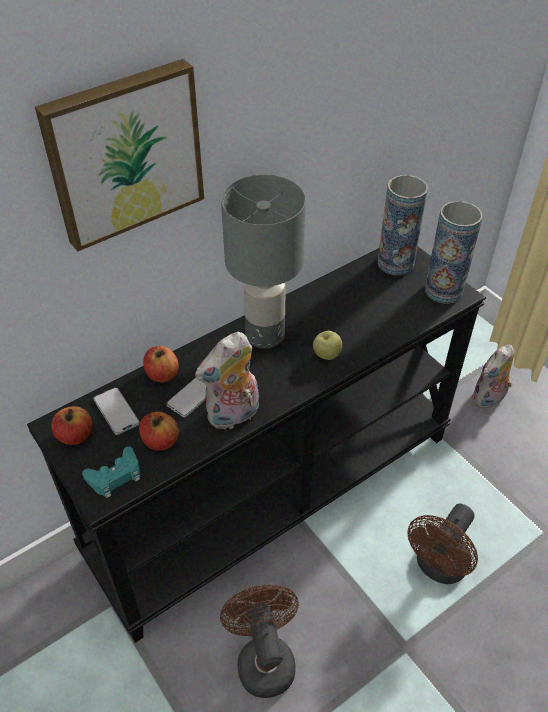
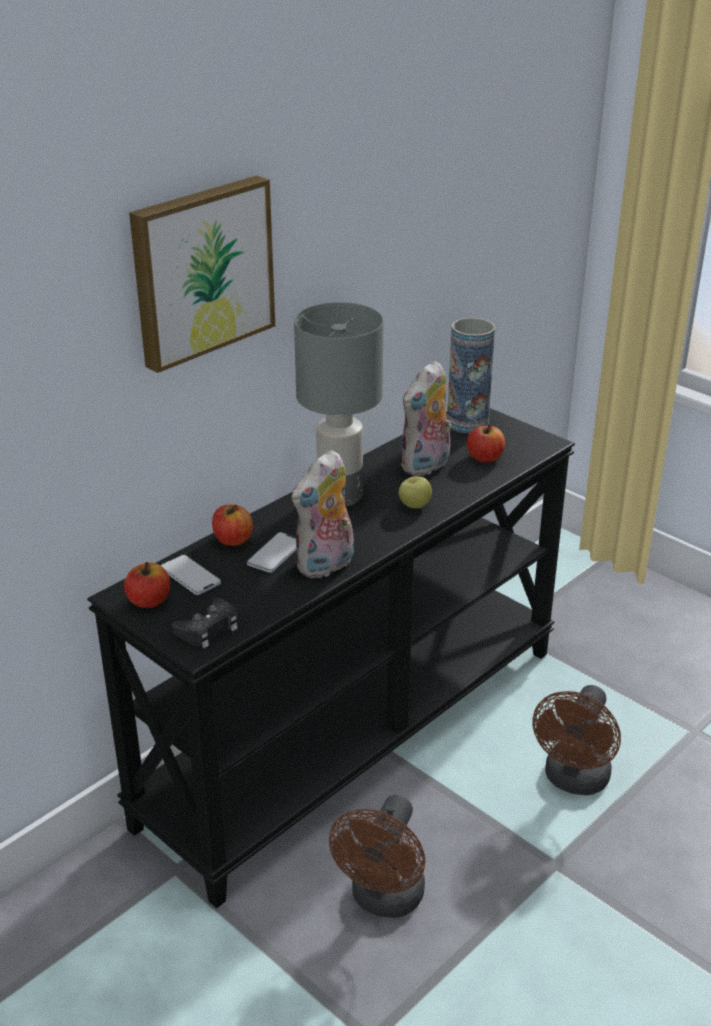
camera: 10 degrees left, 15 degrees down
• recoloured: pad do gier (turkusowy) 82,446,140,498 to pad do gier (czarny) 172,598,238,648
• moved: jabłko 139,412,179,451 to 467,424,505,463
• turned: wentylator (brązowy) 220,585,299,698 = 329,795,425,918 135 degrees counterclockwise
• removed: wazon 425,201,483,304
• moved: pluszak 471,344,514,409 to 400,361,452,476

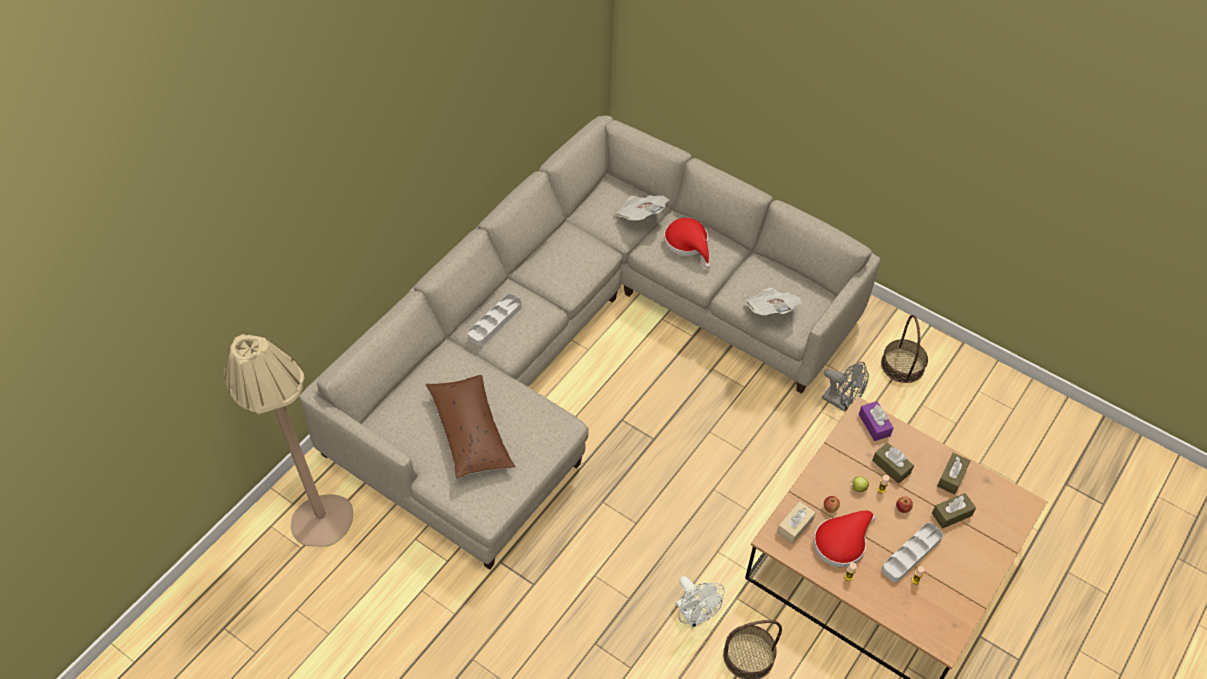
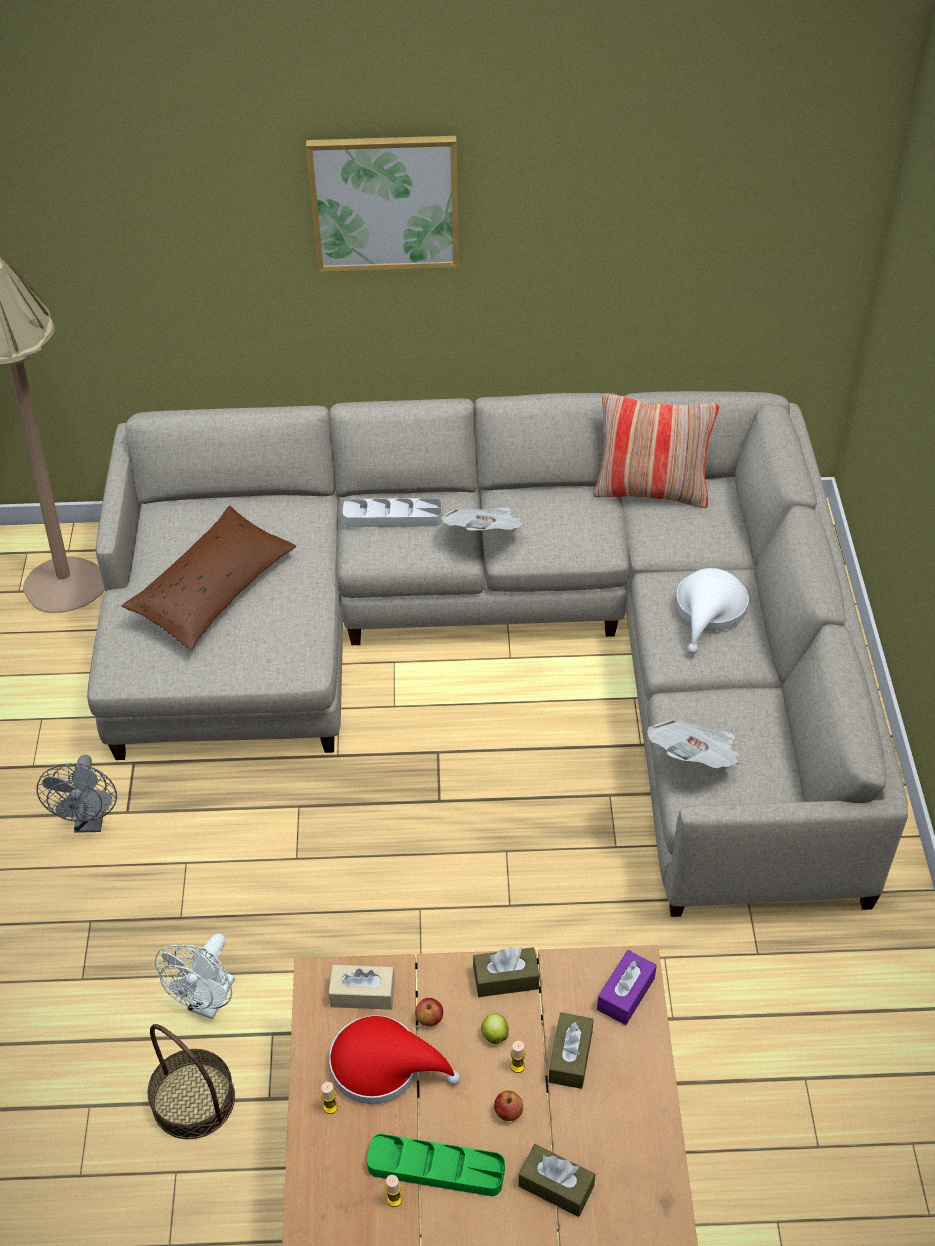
camera: 55 degrees right, 5 degrees down
• moved: gazeta 615,195,669,221 to 441,507,525,531
• recoloured: kapelusz (czerwony) 664,218,711,269 to kapelusz (biały) 676,568,749,654
• moved: wentylator (szary) 822,362,869,412 to 36,755,117,833
• removed: koszyk 881,315,928,383
• recoloured: taca (szary) 881,523,943,582 to taca (zielony) 367,1134,505,1196
• moved: pudełko chusteczek (brązowy) 937,453,970,495 to 473,947,540,997
• added: obraz 306,136,459,272
• added: poduszka 593,394,719,508

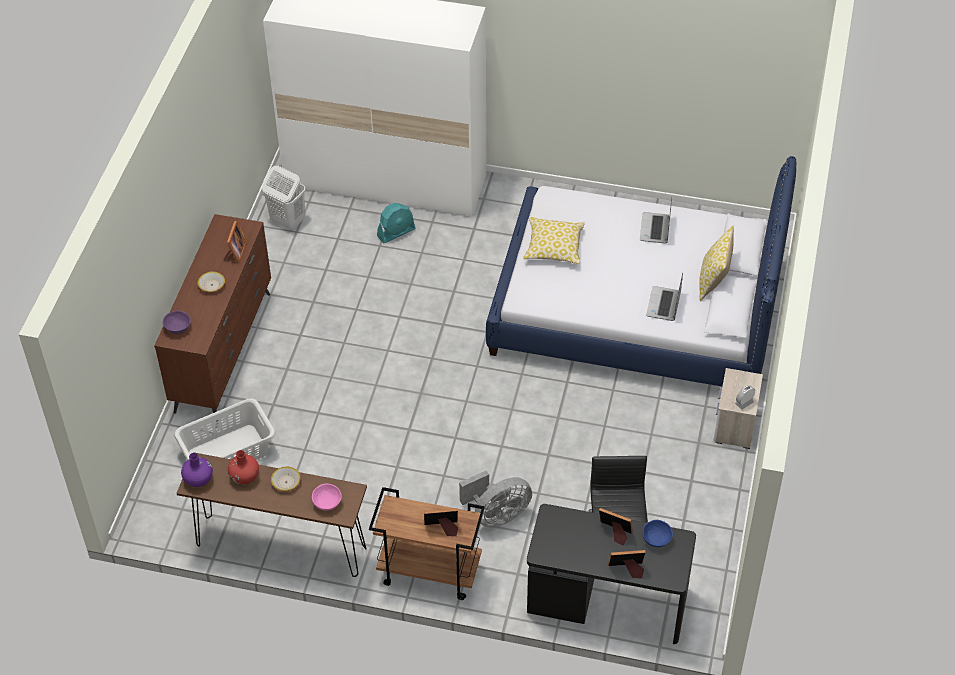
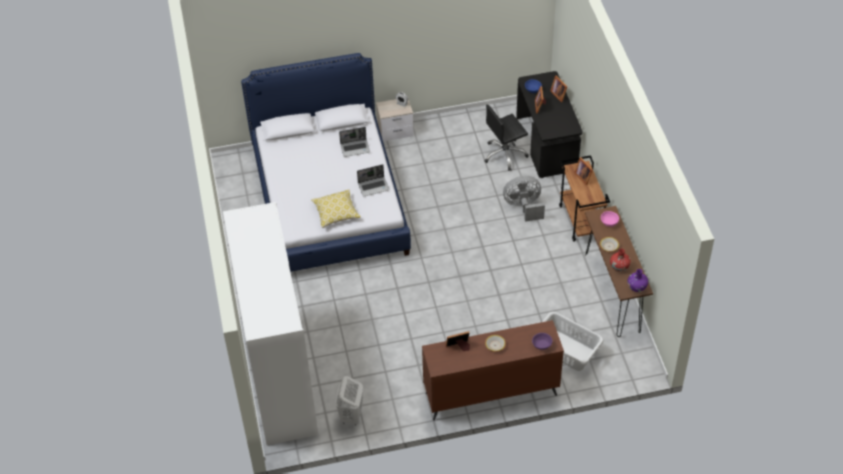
camera: 115 degrees left, 0 degrees up
• removed: wentylator (turkusowy) 377,203,415,243
• turned: wentylator (szary) 459,470,532,527 = 503,176,545,222 45 degrees counterclockwise
• moved: laptop 640,197,672,244 to 357,164,389,196
• removed: poduszka 699,226,734,301

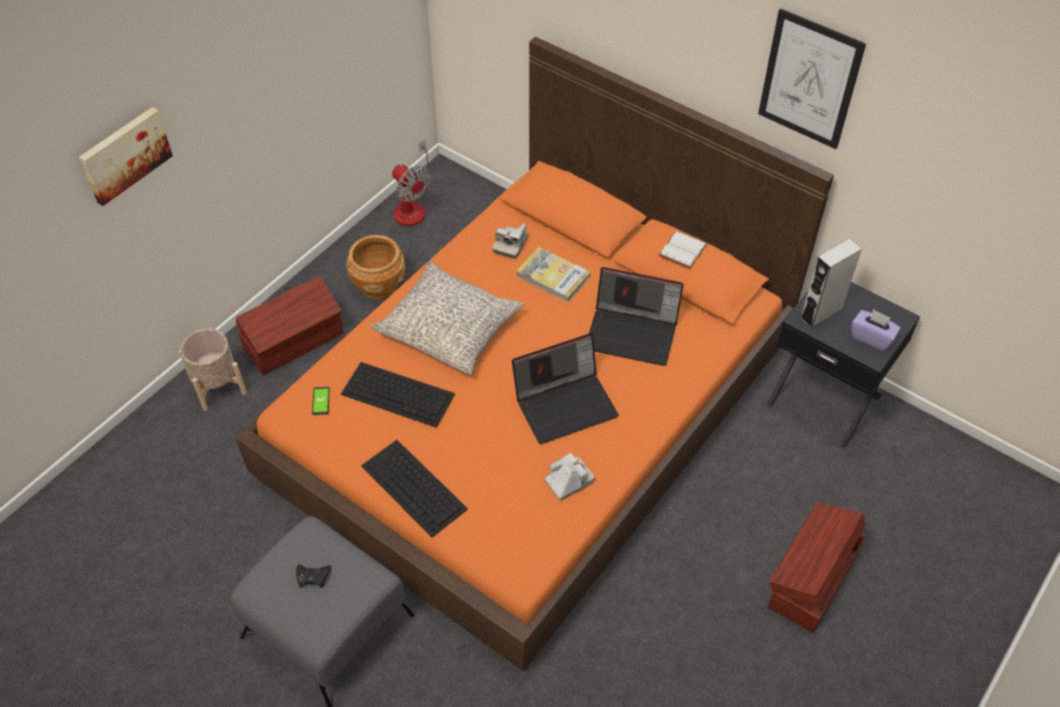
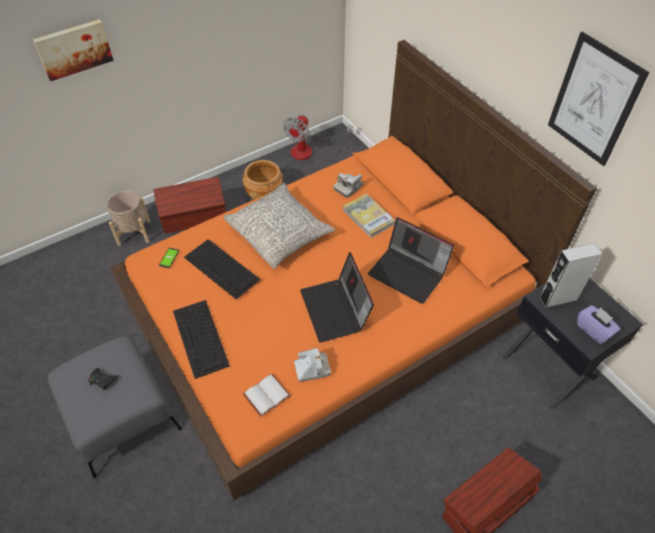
camera: 20 degrees right, 0 degrees up
• turned: wentylator 392,140,433,226 = 283,115,353,160 45 degrees clockwise
• turned: laptop 512,333,619,444 = 300,252,374,343 75 degrees clockwise
• moved: książka (biały) 659,230,708,269 to 243,374,291,417

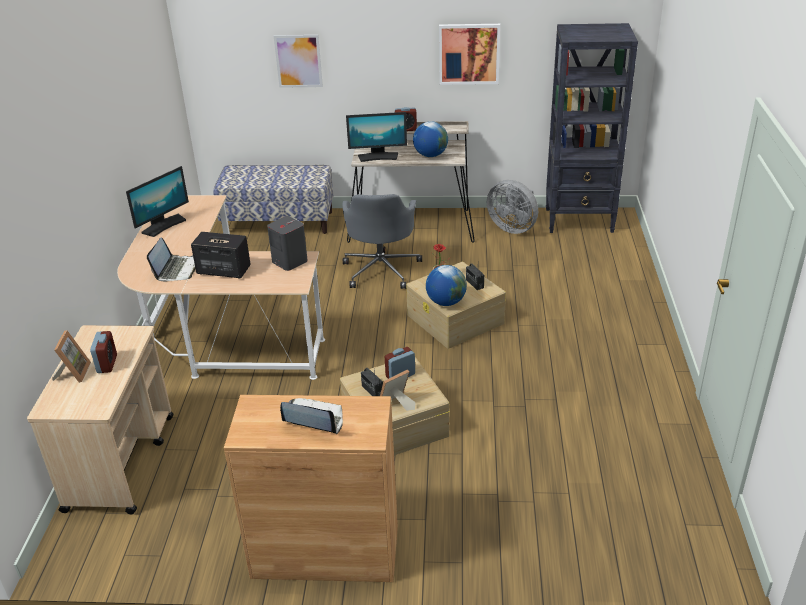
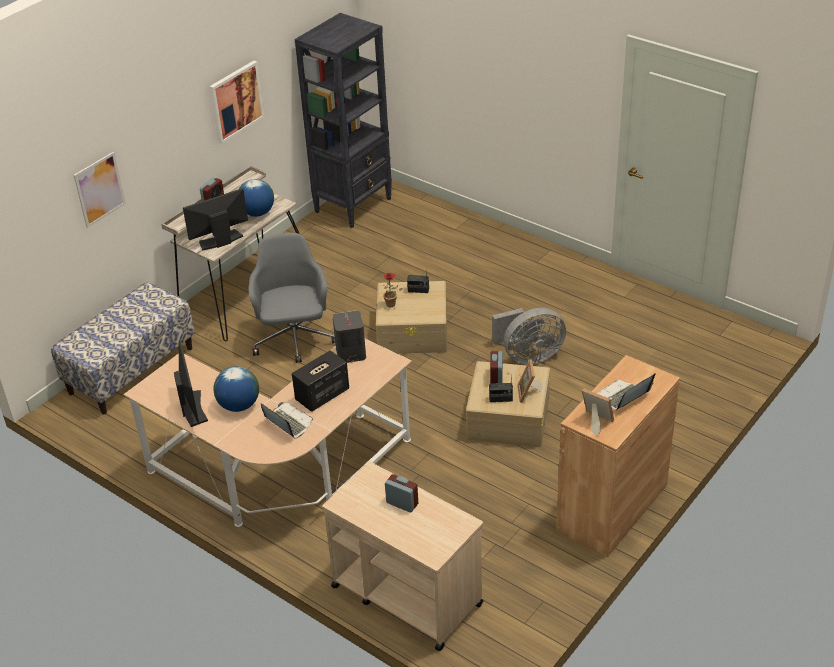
camera: 55 degrees left, 5 degrees up
• moved: ramka na zdjęcie 52,330,91,383 to 582,388,614,437
• turned: krzesło biurowe (szary) 342,194,422,289 = 249,233,335,363 135 degrees counterclockwise
• turned: monitor 346,112,407,162 = 183,188,248,251 150 degrees counterclockwise
• moved: globus 426,265,467,306 to 214,366,259,412
• moved: wentylator (szary) 487,180,538,234 to 492,308,566,365

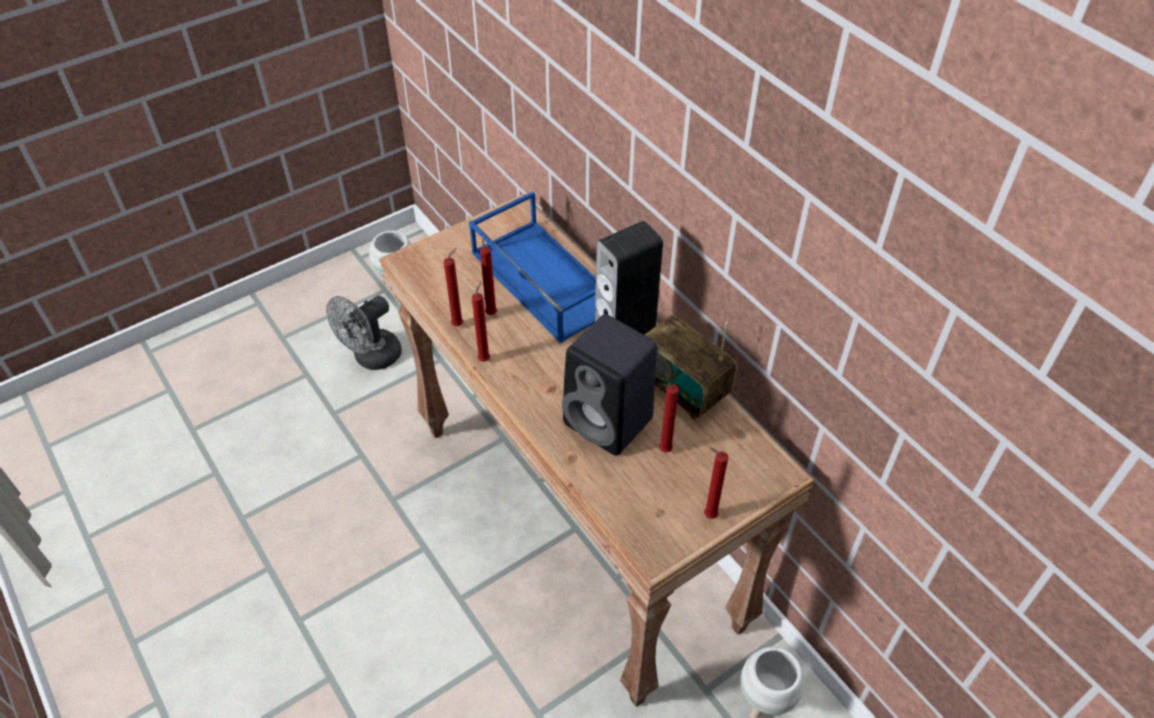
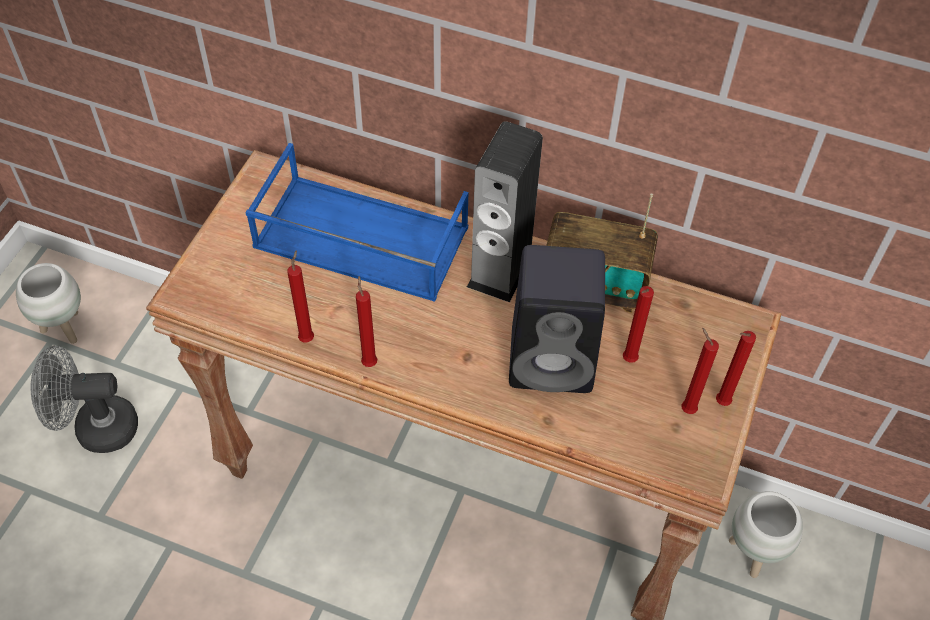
camera: 35 degrees left, 5 degrees up
• turned: wentylator (szary) 326,296,402,370 = 31,346,138,453 75 degrees clockwise
• moved: świeca (czerwony) 480,235,497,315 to 682,328,719,414

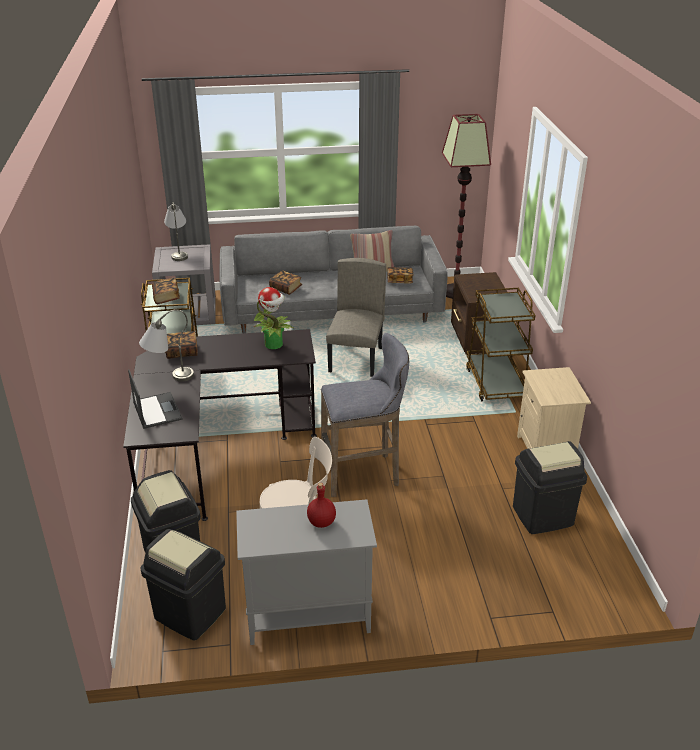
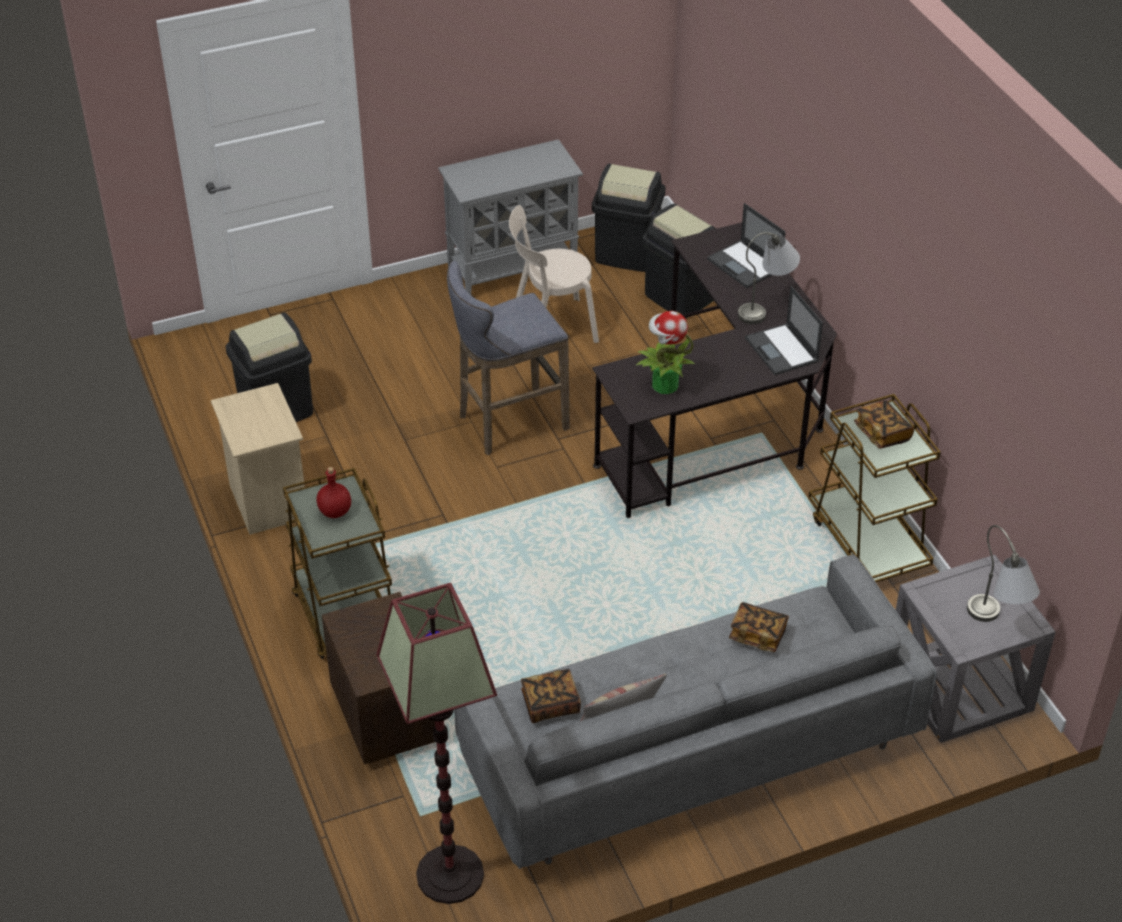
camera: 165 degrees right, 10 degrees up
• replaced: książka 165,331,198,359 to laptop 745,286,823,375
• moved: butelka (czerwony) 307,483,336,528 to 316,467,351,518
• removed: krzesło (beżowy) 326,258,386,377

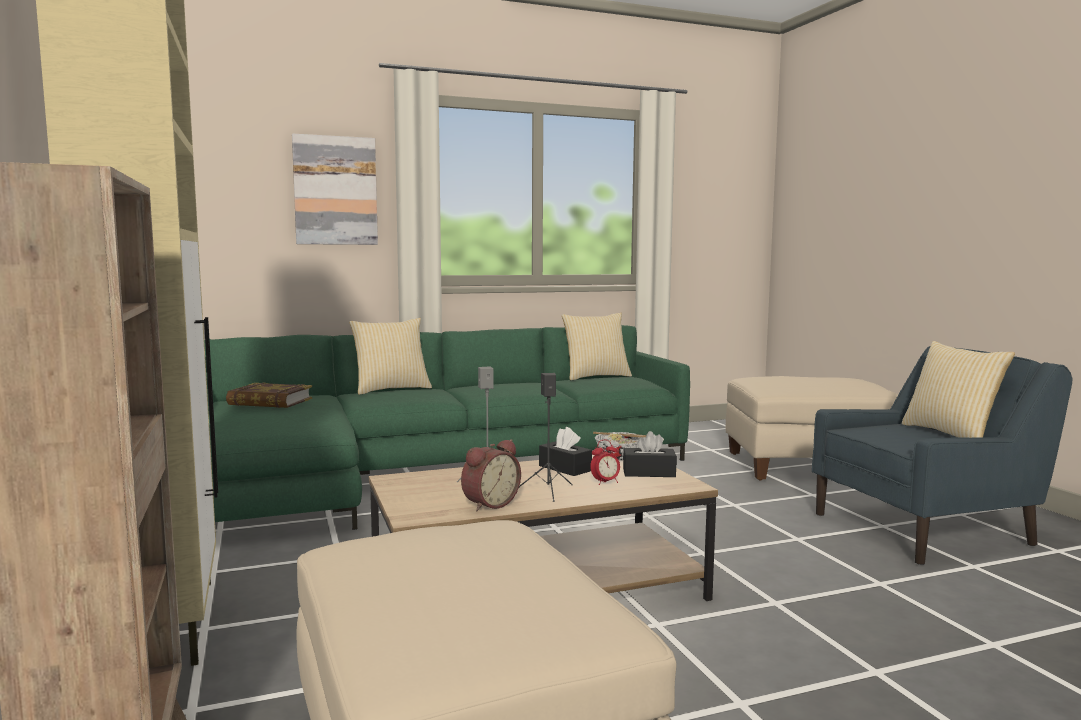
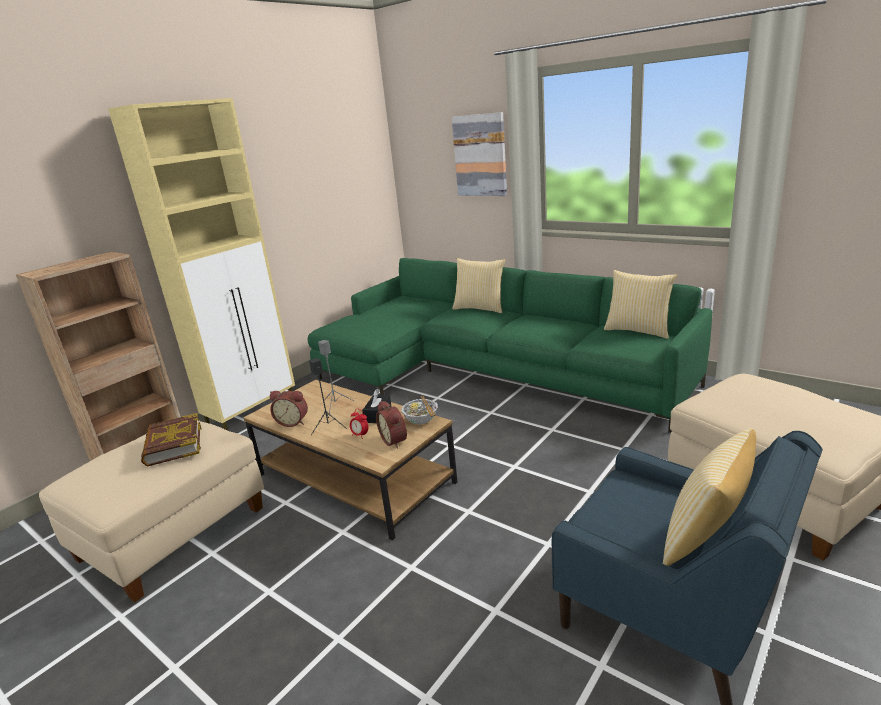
camera: 60 degrees right, 15 degrees up
• moved: książka 226,383,312,408 to 141,413,201,467
• replaced: pudełko chusteczek (czarny) 623,431,677,477 to budzik 376,401,407,449

